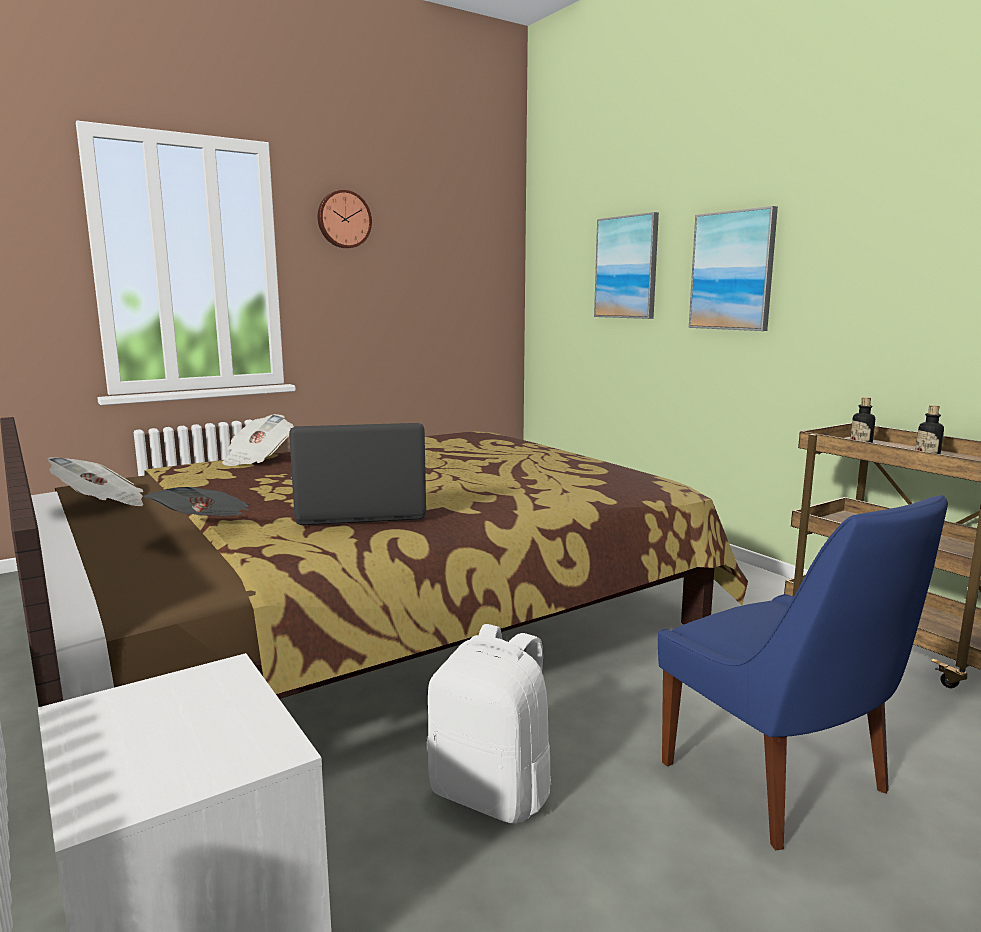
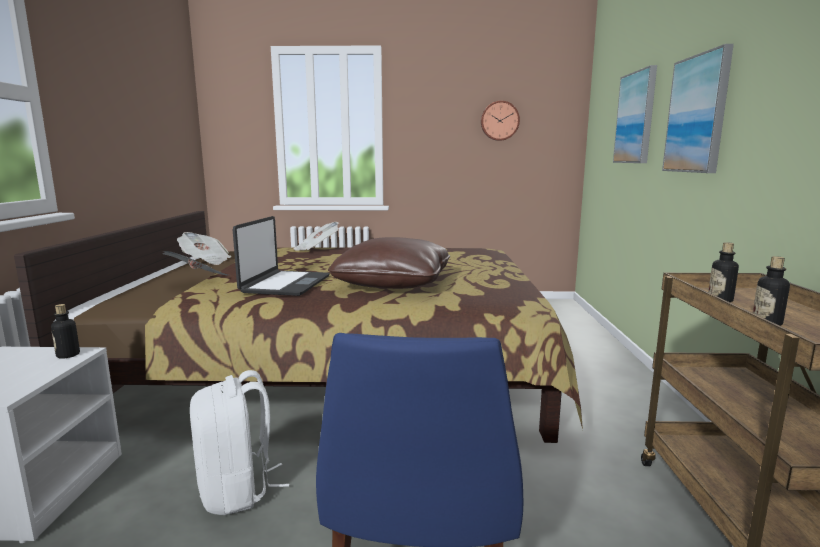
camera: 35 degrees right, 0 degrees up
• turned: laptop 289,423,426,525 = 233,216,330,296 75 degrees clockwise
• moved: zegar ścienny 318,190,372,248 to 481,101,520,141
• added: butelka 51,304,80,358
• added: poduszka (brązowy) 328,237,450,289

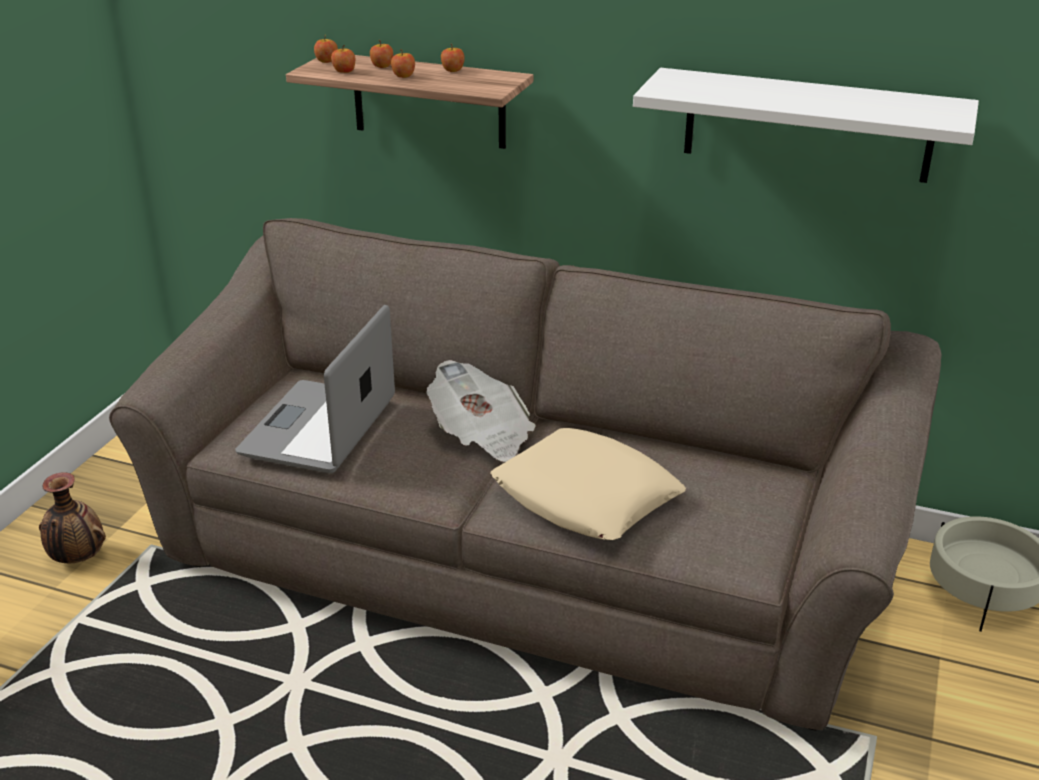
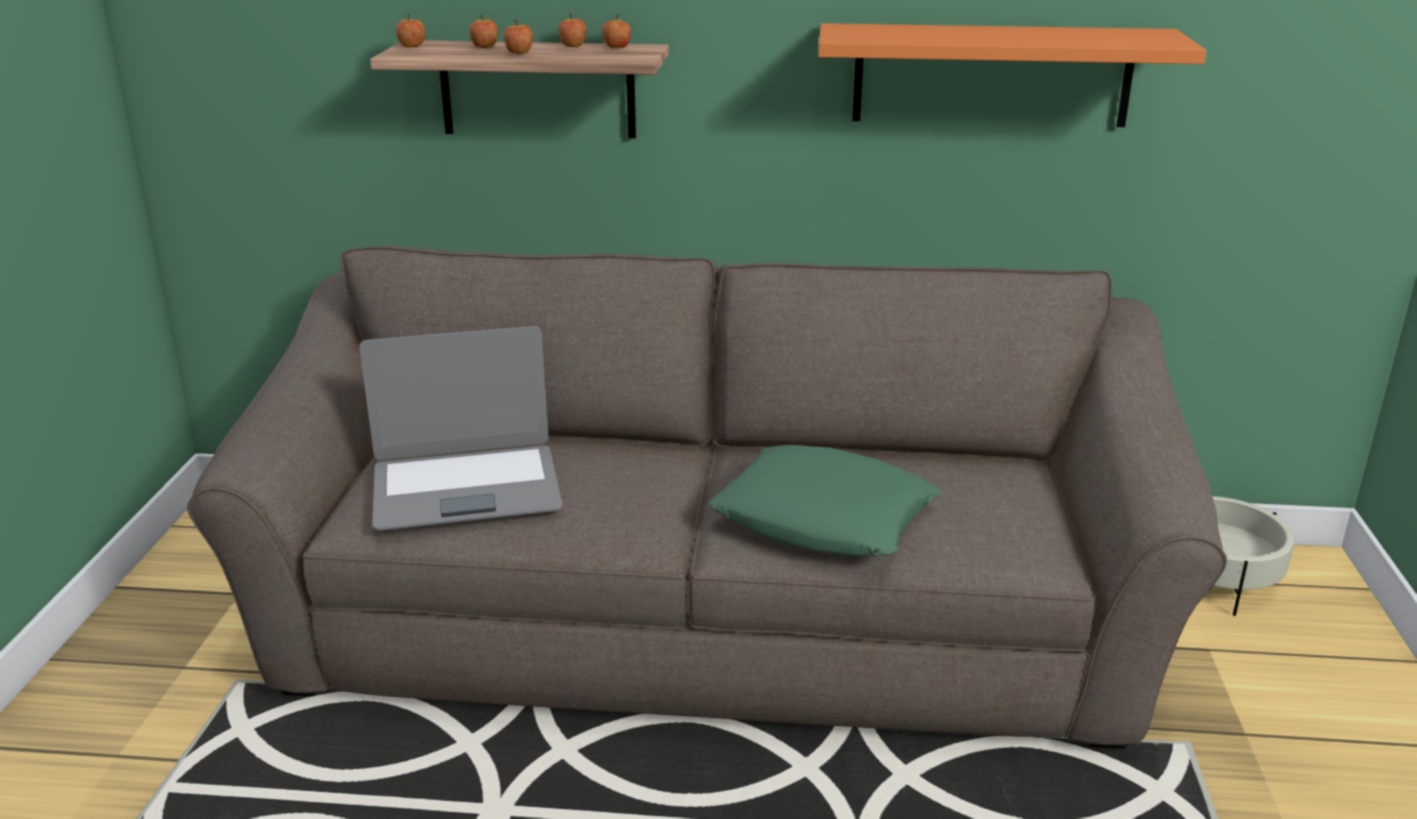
camera: 15 degrees left, 5 degrees down
• removed: wazon 39,472,106,563
• turned: laptop 235,305,395,473 = 359,326,563,531 105 degrees counterclockwise
• moved: jabłko 331,45,355,73 to 602,14,631,48
• removed: gazeta 427,360,536,462
• recoloured: poduszka (beżowy) 490,428,686,540 to poduszka (zielony) 708,445,940,556
• recoloured: półka (biały) 633,68,979,183 to półka (pomarańczowy) 818,23,1206,127

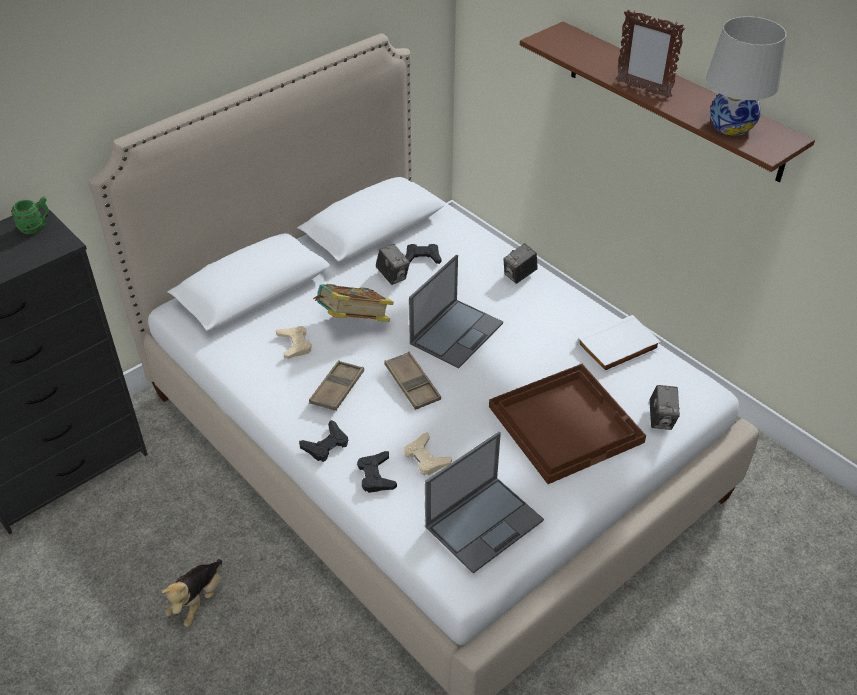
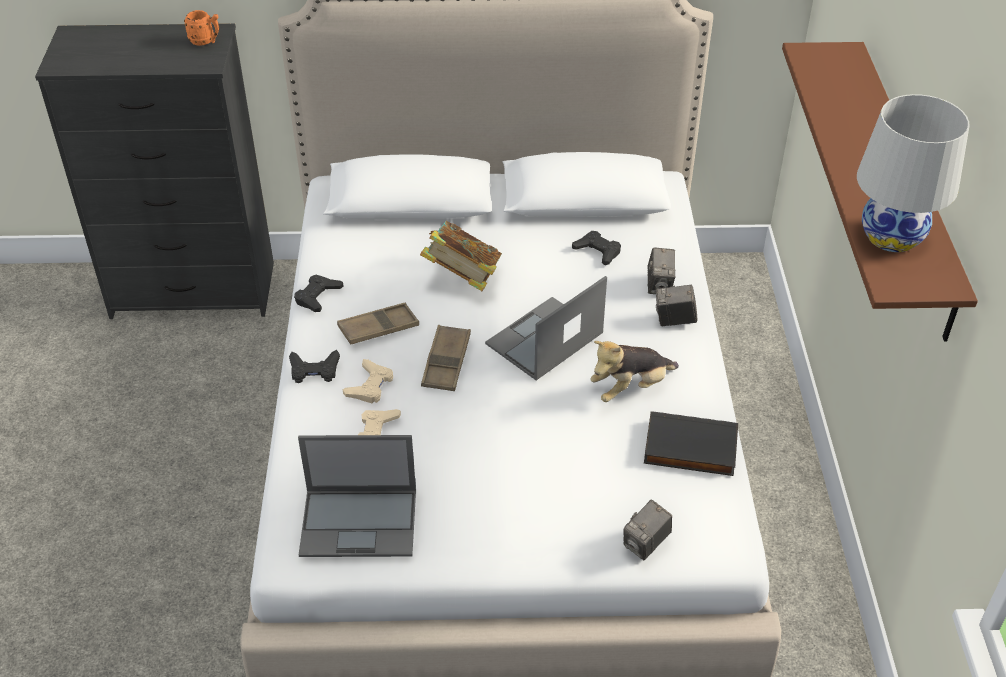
camera: 40 degrees right, 0 degrees up
• recoloured: kubek (zielony) 11,197,49,234 to kubek (pomarańczowy) 184,10,219,46
• moved: pluszak 162,559,222,627 to 591,341,679,402
• moved: pad do gier (beżowy) 276,326,312,359 to 343,359,393,403
• moved: pad do gier (czarny) 357,451,397,493 to 294,275,344,312
• moved: aparat fotograficzny 376,244,410,285 to 648,247,676,294
• turned: laptop 409,255,503,368 = 485,276,607,380 150 degrees clockwise
• removed: taca (brązowy) 489,364,646,484
• recoloured: książka (biały) 577,315,661,373 to książka (czarny) 644,411,738,476
• removed: ramka na zdjęcie 616,9,685,98

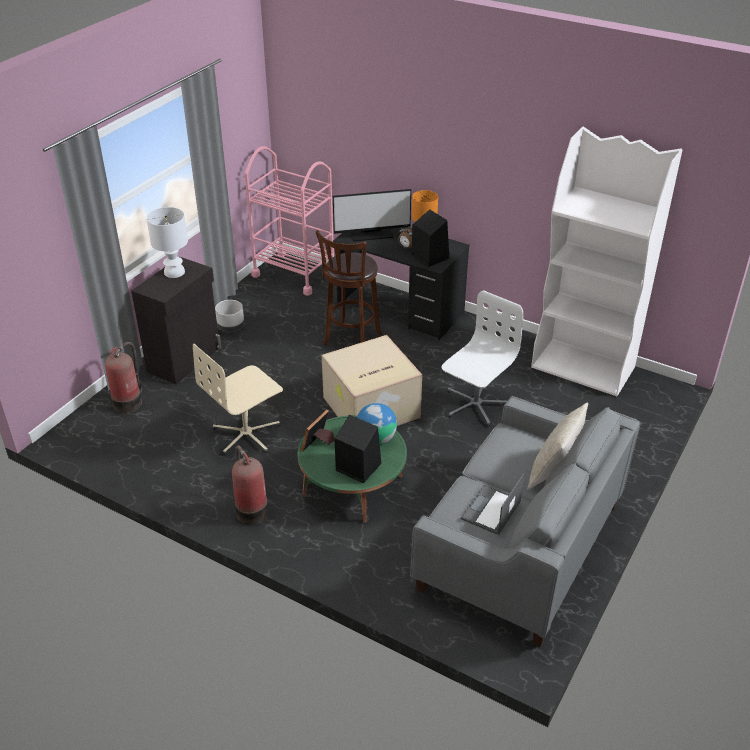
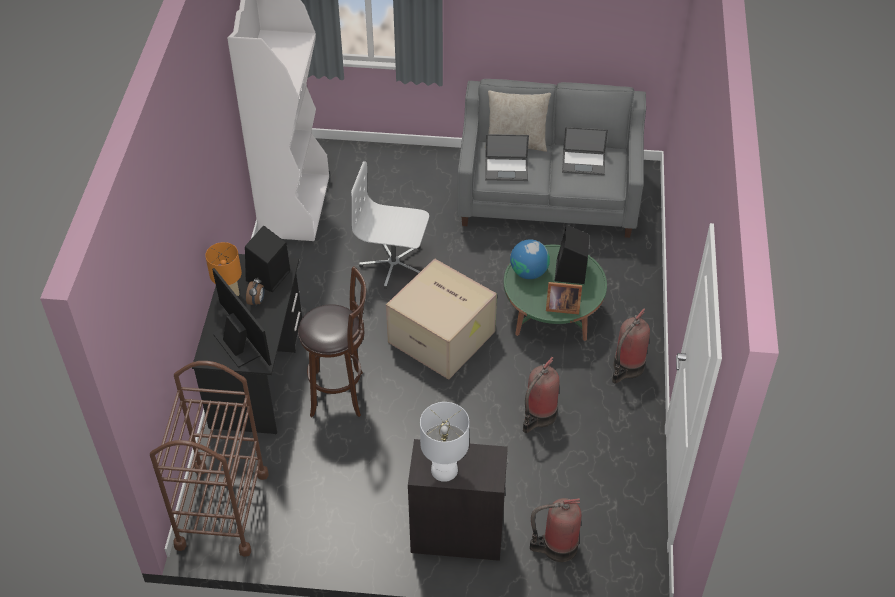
camera: 115 degrees left, 10 degrees up
• replaced: krzesło biurowe (beżowy) 193,344,283,455 to gaśnica 523,357,559,433
• removed: donica (szary) 215,300,244,332
• recoloured: wózek (różowy) 245,146,334,296 to wózek (brązowy) 150,361,269,557
• added: laptop 485,134,529,181

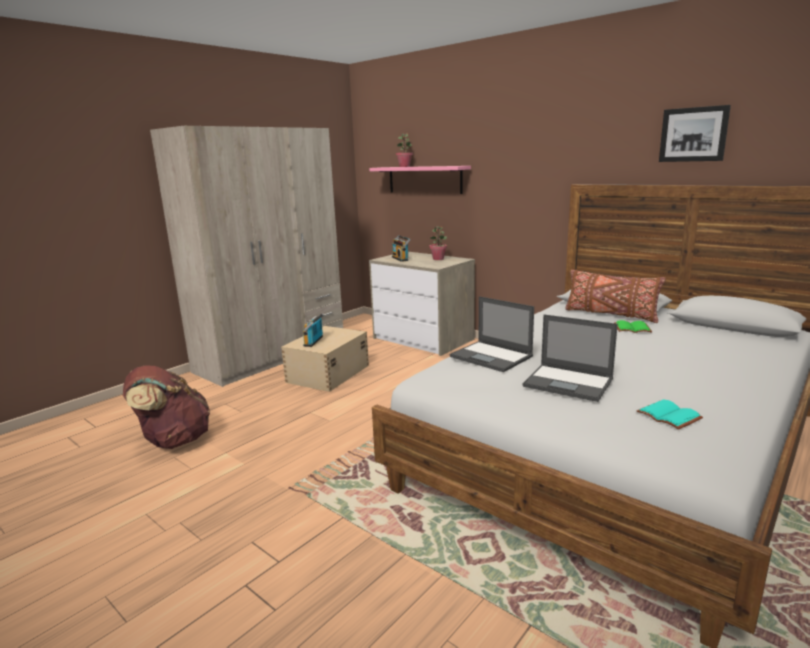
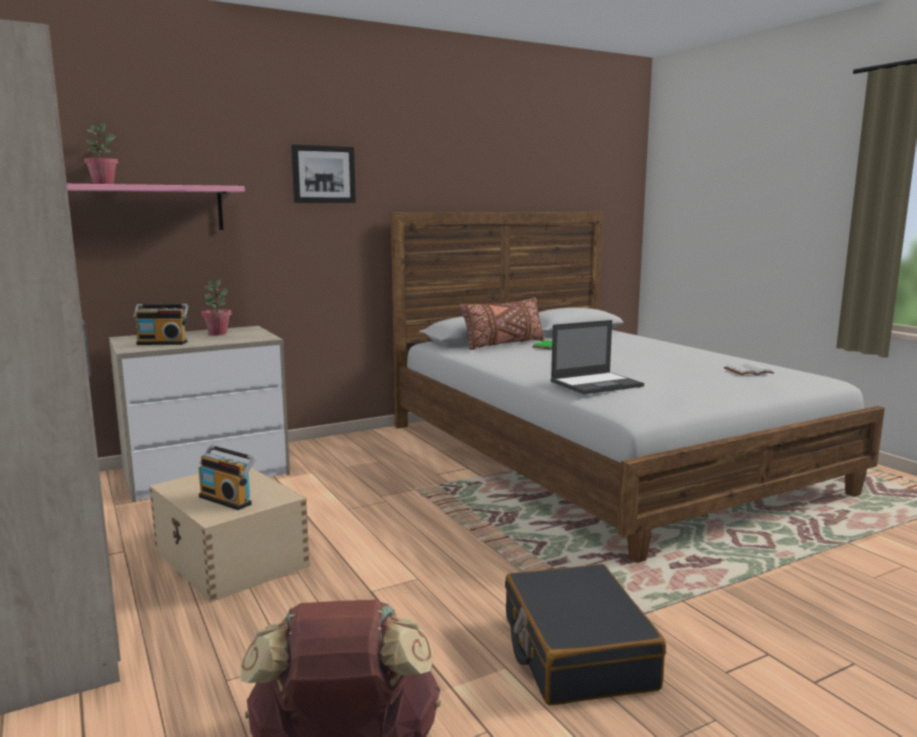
camera: 70 degrees left, 5 degrees down
• removed: laptop 522,314,618,402
• recoloured: książka (turkusowy) 636,399,703,430 to książka (biały) 724,363,774,375
• moved: obraz 659,105,731,162 to 291,144,356,203
• added: walizka (czarny) 505,564,666,705

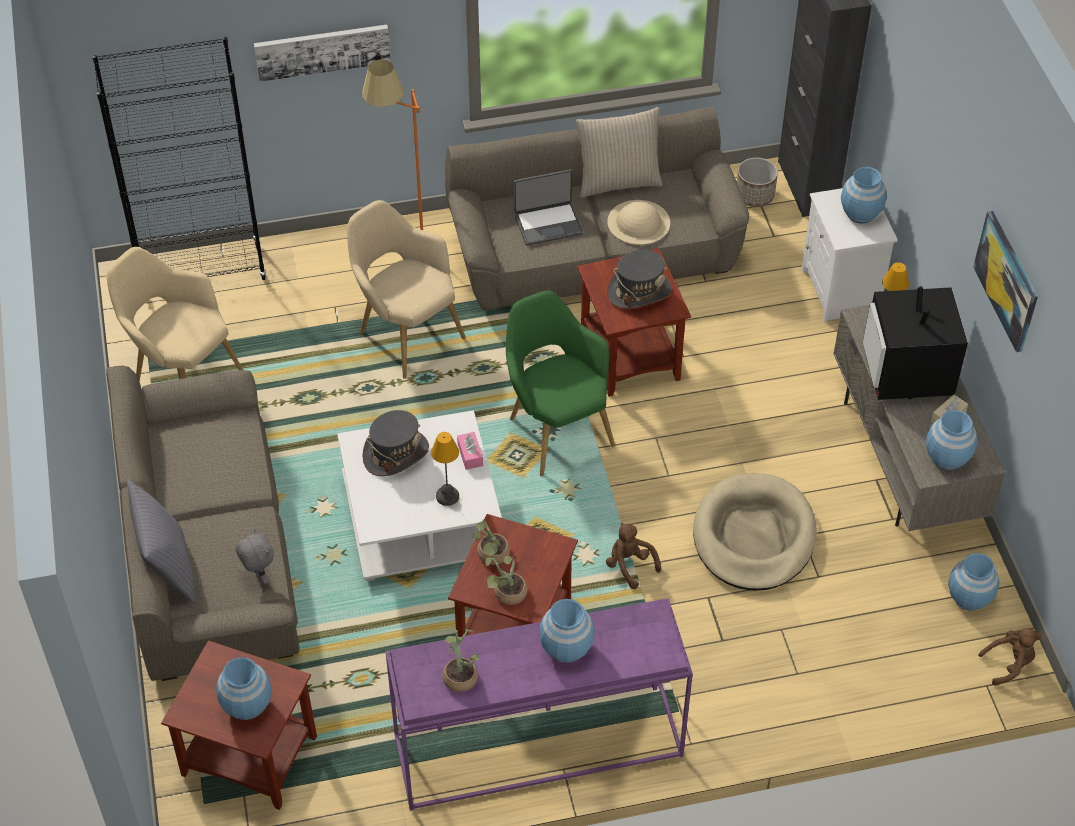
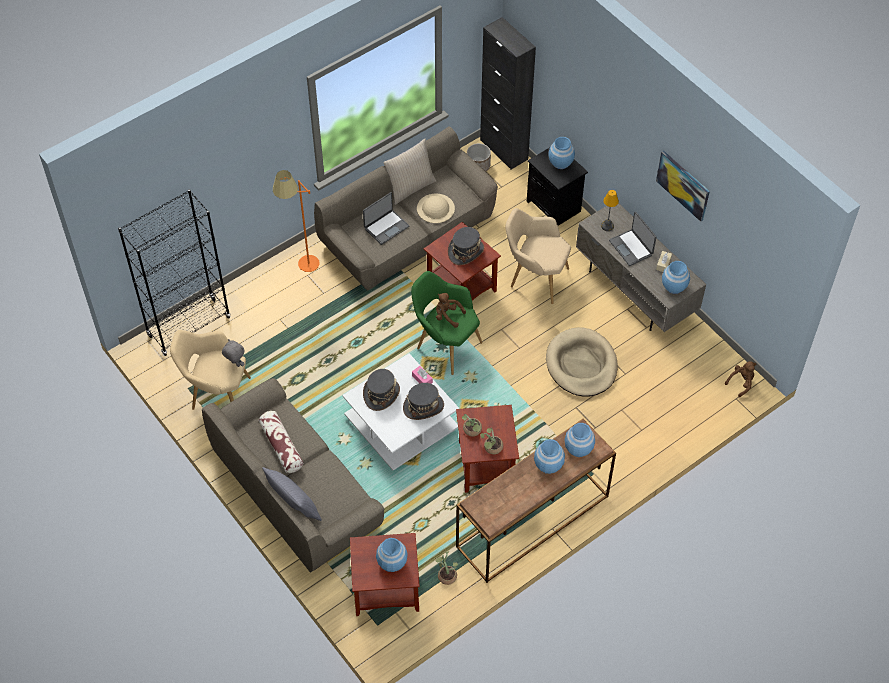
camera: 25 degrees left, 5 degrees up
• moved: pluszak (szary) 236,529,274,584 to 222,339,245,367
• removed: obraz 254,25,391,82
• moved: fotel (beżowy) 347,200,466,379 to 506,208,571,304
• recoloured: stolik konsolowy (fioletowy) 385,599,693,811 to stolik konsolowy (brązowy) 456,419,616,583
• replaced: lampa stołowa 431,432,459,506 to kapelusz (szary) 403,383,444,420
• moved: roślina doniczkowa 442,629,480,692 to 435,551,458,585
• moved: pluszak (brązowy) 606,523,662,589 to 436,293,466,328
• recoloured: szafka nocna (biały) 801,188,898,323 to szafka nocna (czarny) 527,147,588,226
• replaced: telewizor 863,286,968,400 to laptop 609,211,656,266
• moved: wazon (niebieski) 948,553,999,611 to 564,423,595,457
• added: poduszka 259,411,304,473

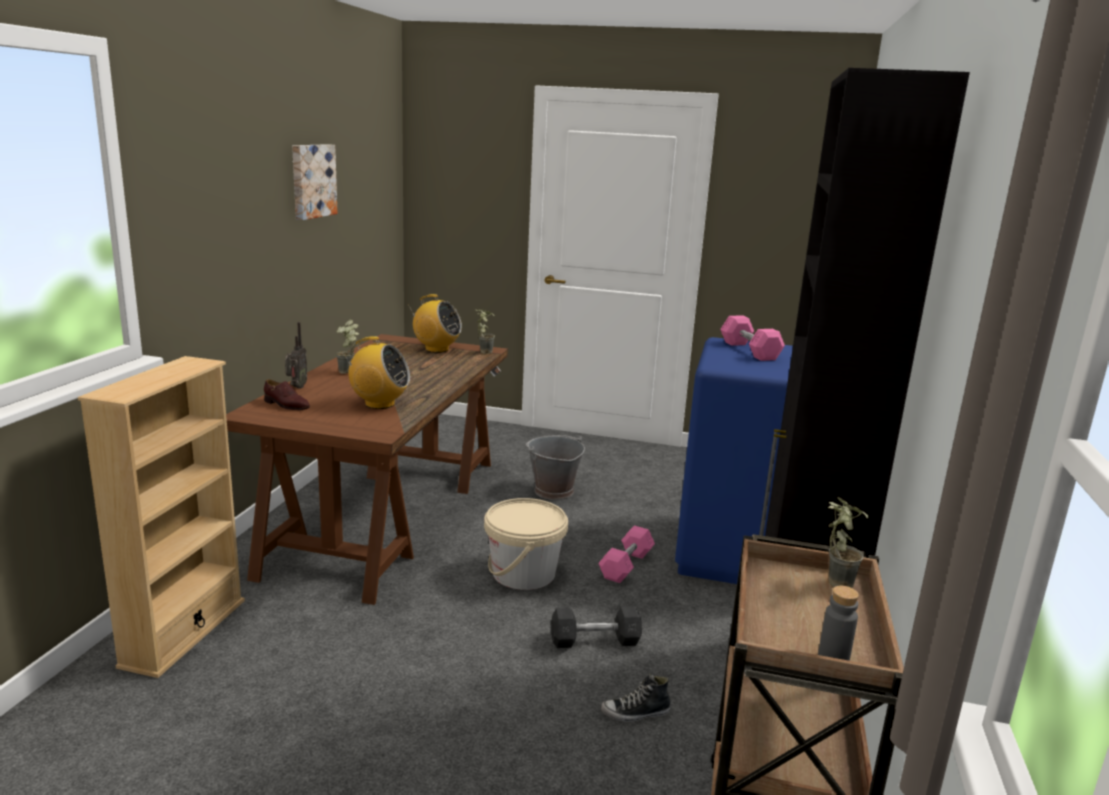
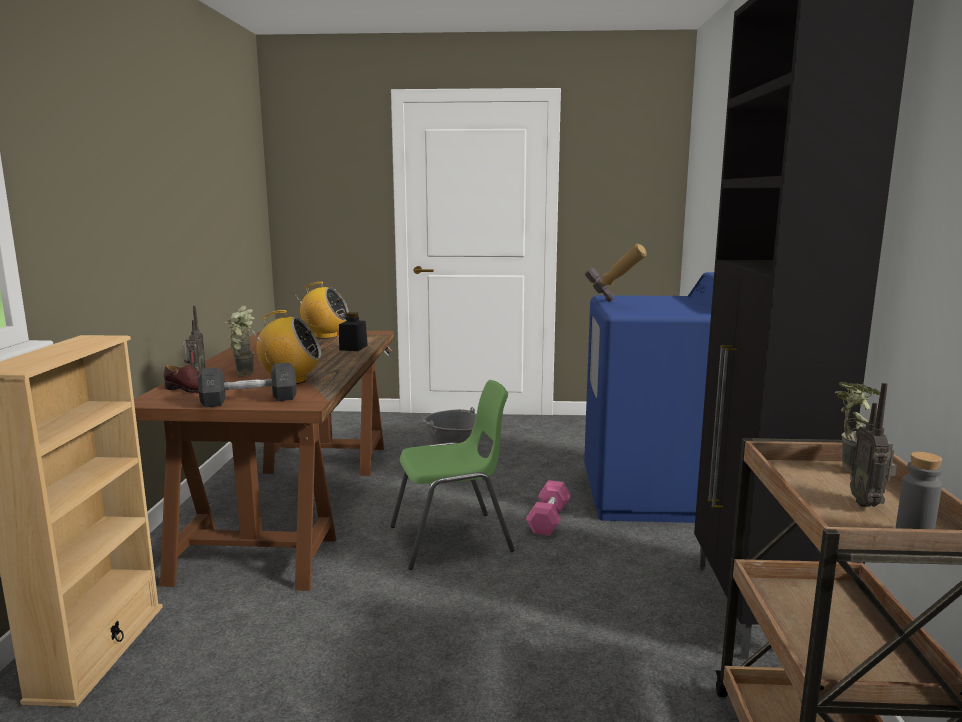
camera: 10 degrees left, 5 degrees down
• removed: obraz 292,144,337,220
• moved: roślina doniczkowa 476,309,495,354 to 225,320,254,376
• replaced: wiadro (beżowy) 484,498,568,590 to krzesło (zielony) 390,380,515,570
• moved: hantel (szary) 551,606,642,648 to 198,362,296,407
• removed: but 601,673,671,722
• removed: hantel (różowy) 720,315,785,361
• added: słoik (czarny) 339,312,368,351
• added: młotek 585,244,647,302
• added: radio 850,383,897,507

